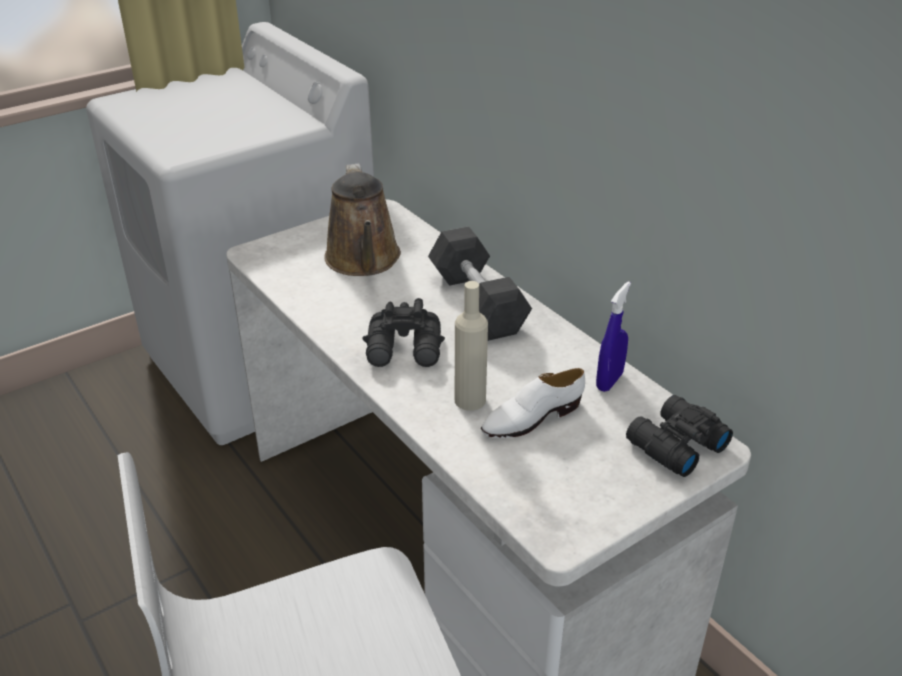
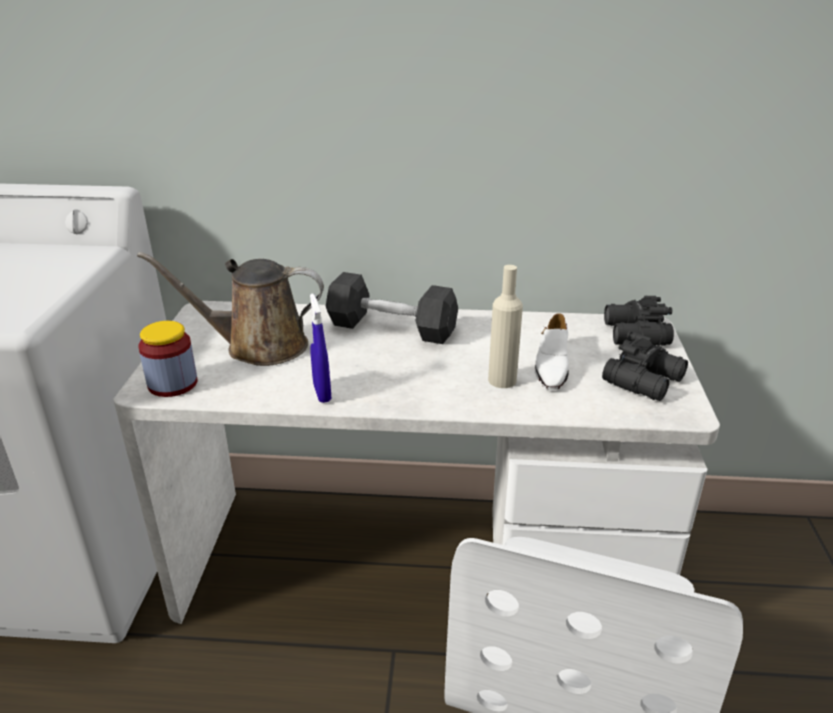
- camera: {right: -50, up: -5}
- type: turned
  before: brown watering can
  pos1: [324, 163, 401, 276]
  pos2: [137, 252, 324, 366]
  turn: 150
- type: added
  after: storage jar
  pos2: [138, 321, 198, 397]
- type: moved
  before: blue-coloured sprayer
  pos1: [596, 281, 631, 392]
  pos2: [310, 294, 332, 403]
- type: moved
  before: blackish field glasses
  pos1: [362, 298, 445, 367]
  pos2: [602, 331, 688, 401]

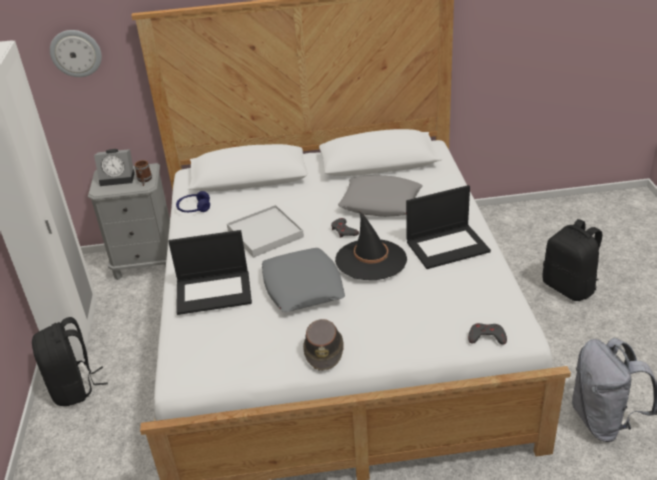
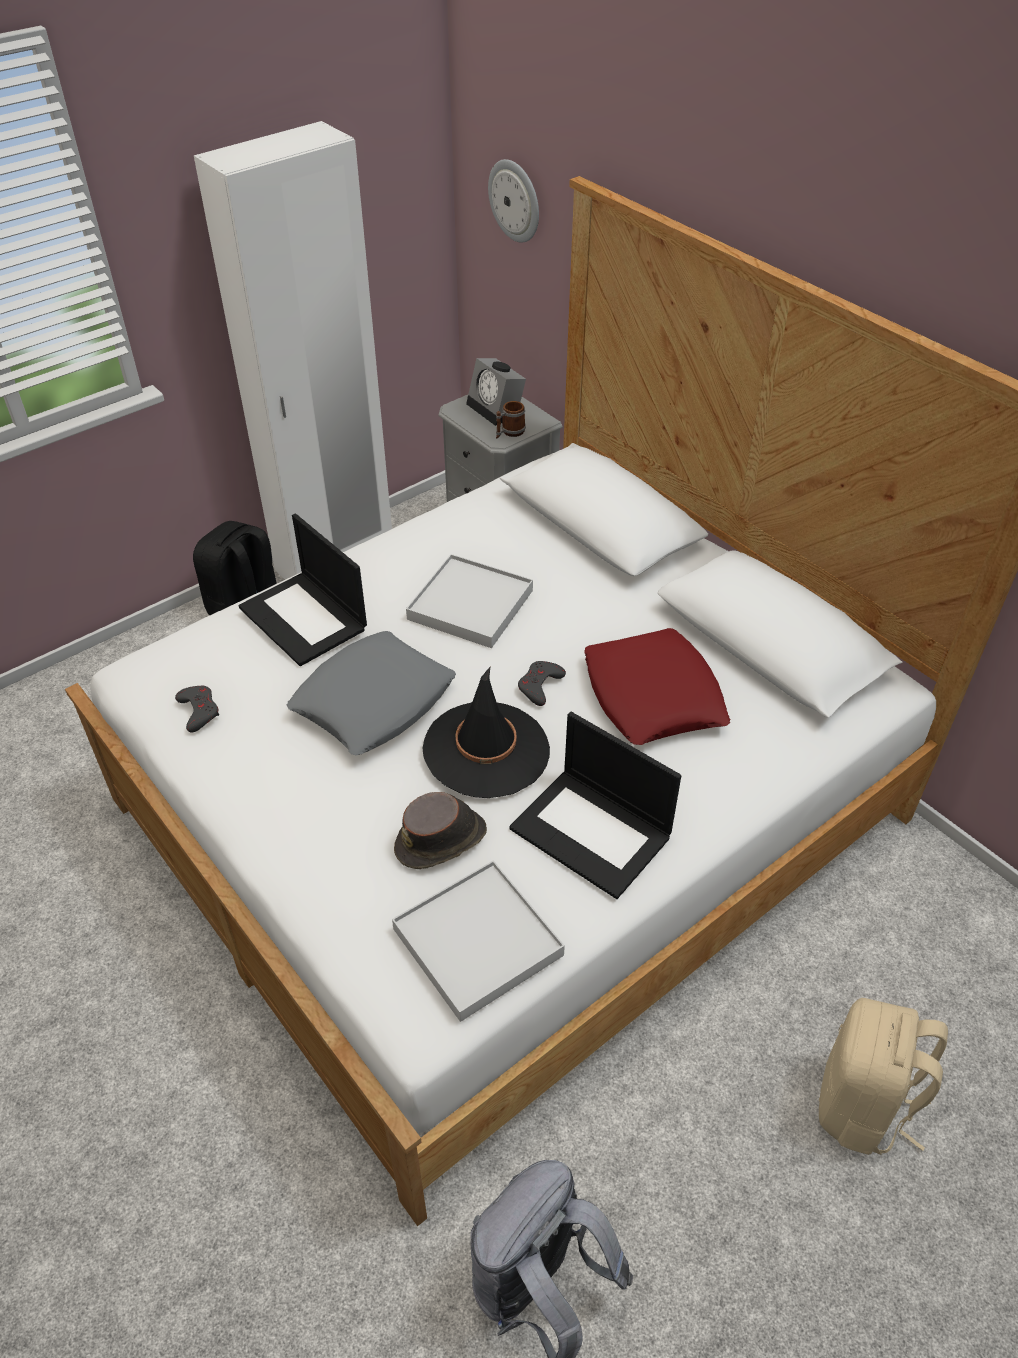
- camera: {right: 55, up: 10}
- type: moved
  before: gray gamepad
  pos1: [468, 323, 507, 344]
  pos2: [175, 686, 219, 732]
- type: added
  after: white tray
  pos2: [392, 860, 565, 1022]
- type: moved
  before: brown clothing hat
  pos1: [303, 319, 344, 371]
  pos2: [394, 792, 487, 869]
- type: recoloured
  before: gray pillow
  after: red pillow
  pos1: [338, 175, 423, 217]
  pos2: [585, 628, 730, 745]
- type: recoloured
  before: blackish knapsack
  after: beige-coloured knapsack
  pos1: [542, 219, 602, 301]
  pos2: [819, 998, 948, 1155]
- type: removed
  before: blue-coloured pair of headphones
  pos1: [176, 191, 210, 212]

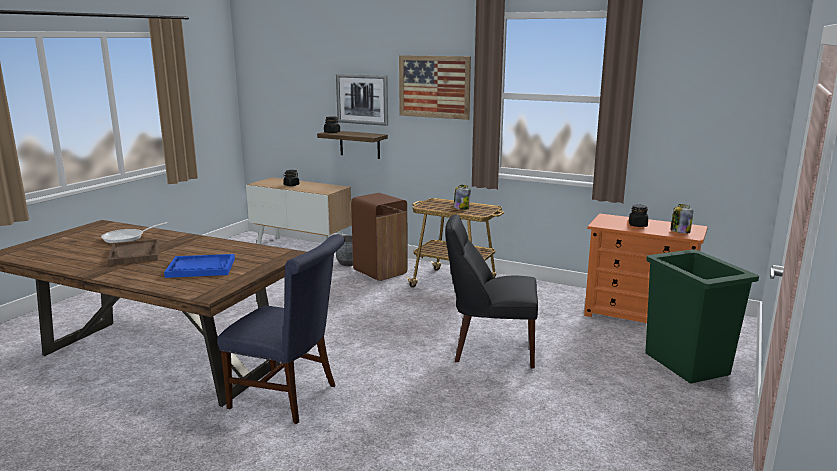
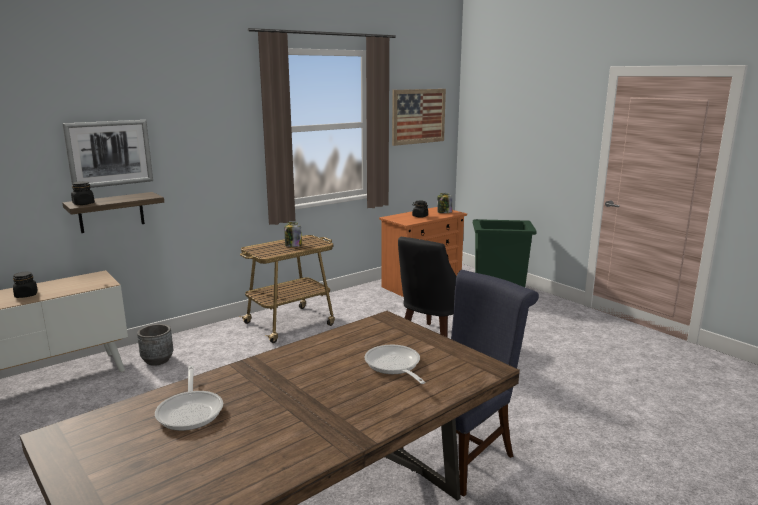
- camera: {right: -65, up: 0}
- type: replaced
  before: blue-coloured tray
  after: frying pan
  pos1: [164, 254, 235, 278]
  pos2: [364, 345, 425, 384]
- type: moved
  before: picture
  pos1: [399, 55, 471, 120]
  pos2: [392, 89, 446, 146]
- type: removed
  before: brown tray
  pos1: [108, 239, 160, 265]
- type: removed
  before: brown rubbish bin
  pos1: [351, 193, 408, 281]

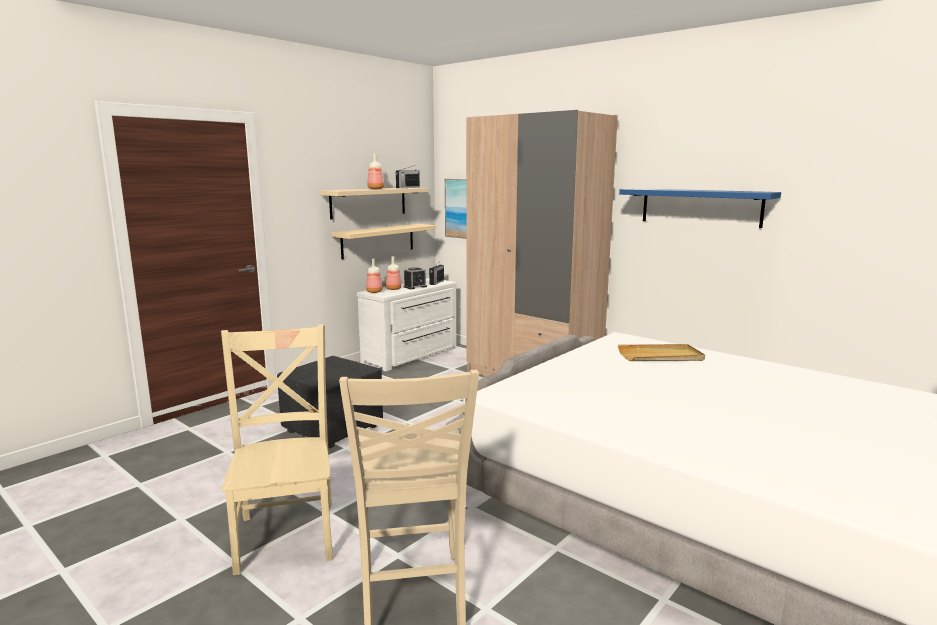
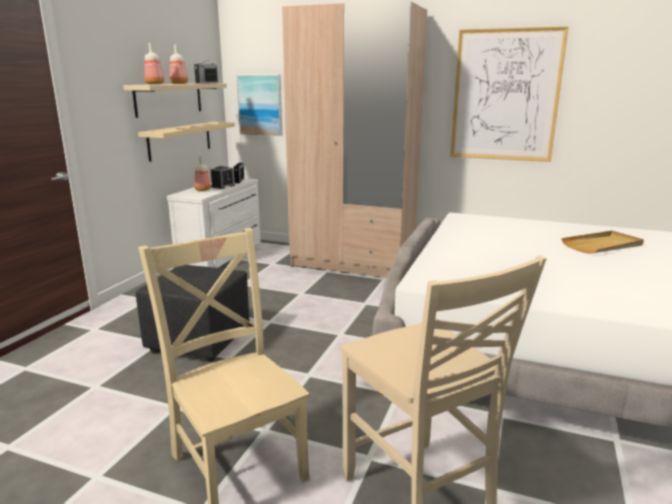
- camera: {right: -20, up: 5}
- type: moved
  before: beverage bottle
  pos1: [366, 259, 383, 293]
  pos2: [144, 43, 164, 84]
- type: replaced
  before: blue-coloured bracket shelf
  after: picture
  pos1: [619, 188, 781, 228]
  pos2: [450, 26, 569, 162]
- type: moved
  before: beige-coloured tray
  pos1: [618, 344, 705, 361]
  pos2: [561, 231, 644, 254]

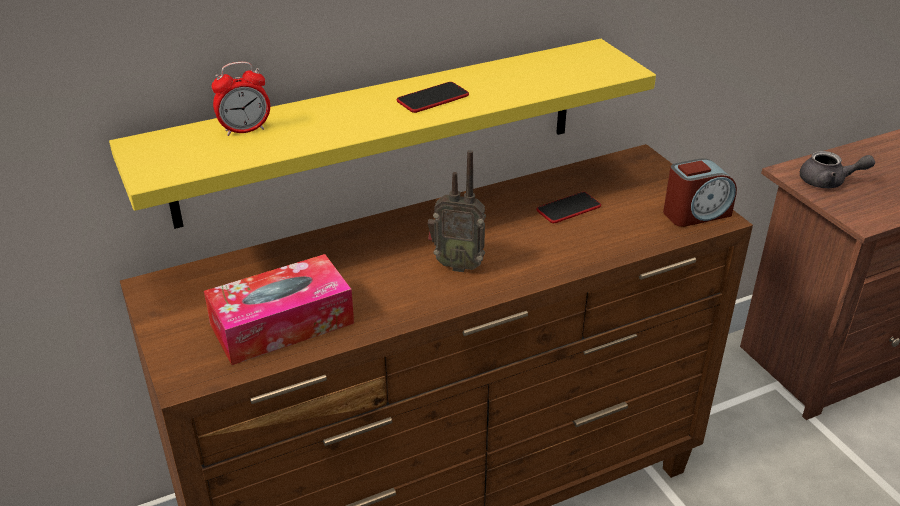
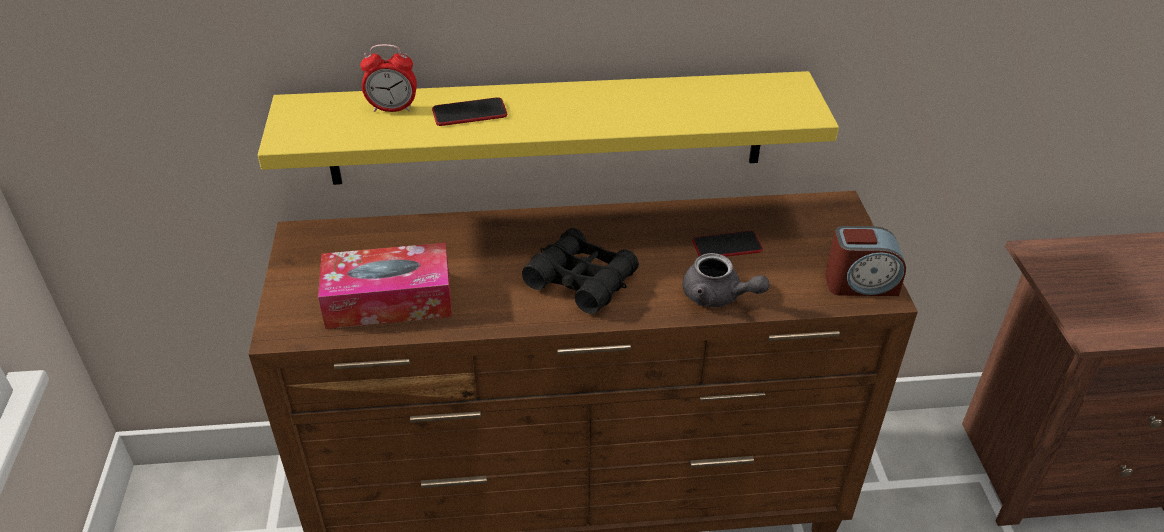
- camera: {right: 20, up: 5}
- type: moved
  before: phone
  pos1: [397, 82, 469, 113]
  pos2: [432, 97, 507, 126]
- type: replaced
  before: radio receiver
  after: blackish field glasses
  pos1: [428, 150, 486, 272]
  pos2: [522, 228, 639, 314]
- type: moved
  before: gray pot for tea
  pos1: [800, 151, 875, 188]
  pos2: [682, 253, 770, 307]

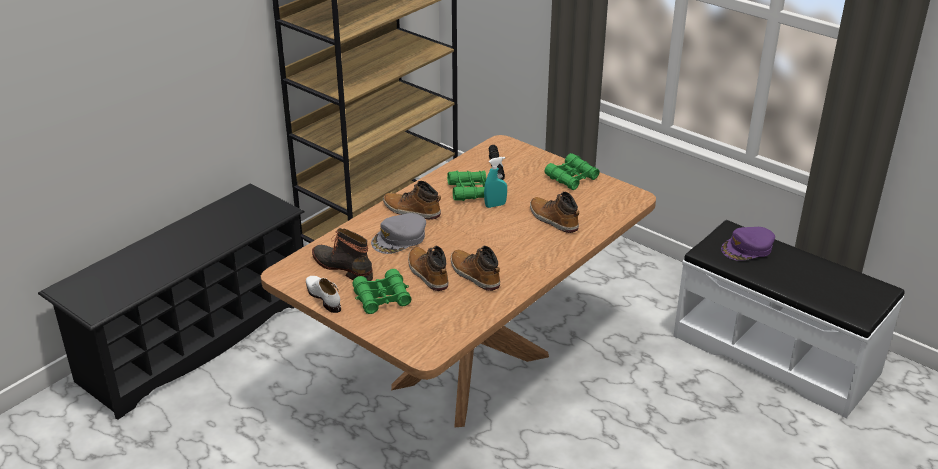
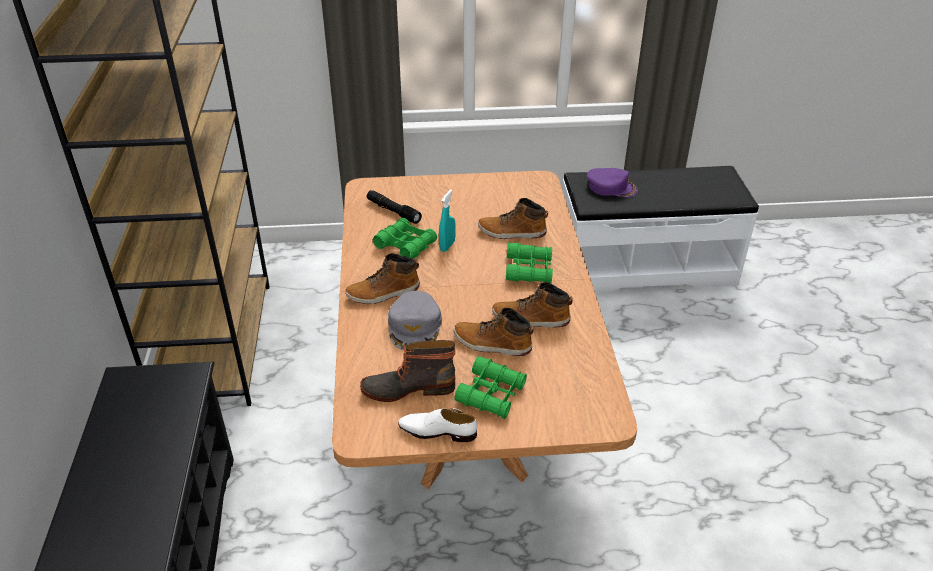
- camera: {right: -45, up: 5}
- type: moved
  before: green-coloured field glasses
  pos1: [545, 153, 600, 190]
  pos2: [506, 242, 553, 283]
- type: turned
  before: purplish peaked cap
  pos1: [721, 227, 775, 261]
  pos2: [587, 168, 638, 197]
  turn: -90

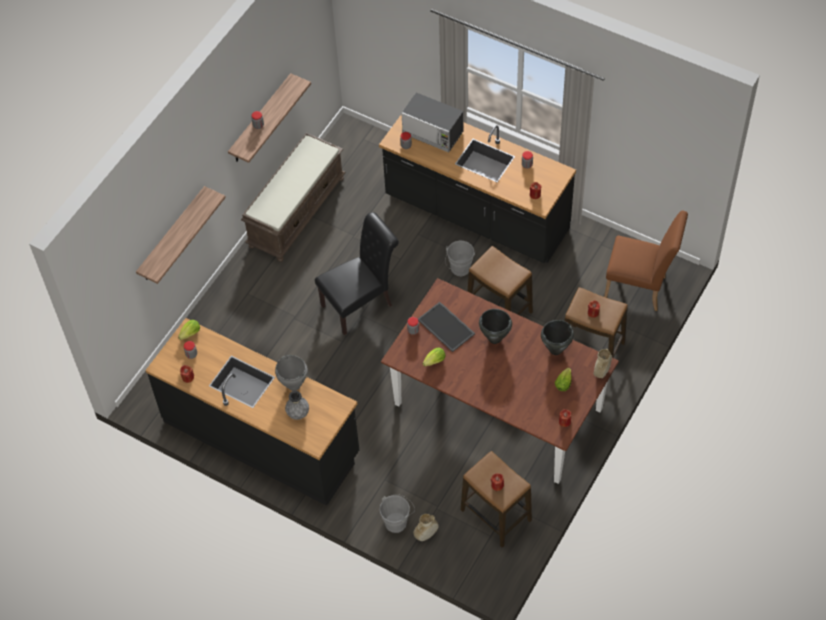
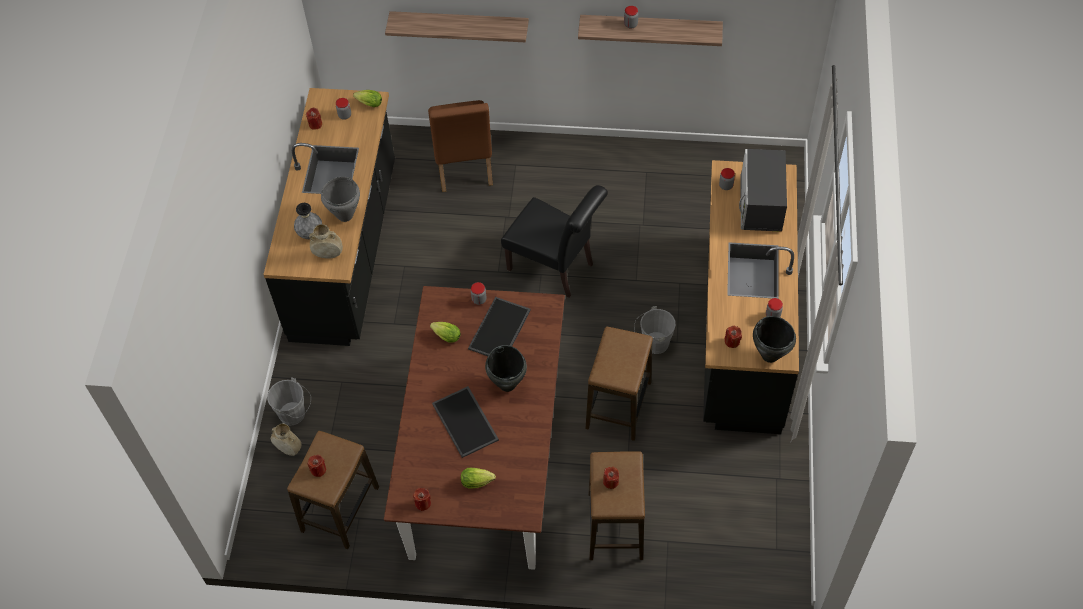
- camera: {right: 65, up: 0}
- type: moved
  before: beige-coloured vase
  pos1: [594, 349, 612, 378]
  pos2: [309, 224, 343, 259]
- type: moved
  before: brown chair
  pos1: [604, 210, 688, 311]
  pos2: [428, 100, 493, 192]
- type: added
  after: tray
  pos2: [432, 386, 499, 458]
- type: moved
  before: blackish cooking pot
  pos1: [541, 320, 574, 355]
  pos2: [753, 316, 796, 363]
- type: removed
  before: brown indoor bench
  pos1: [241, 133, 346, 262]

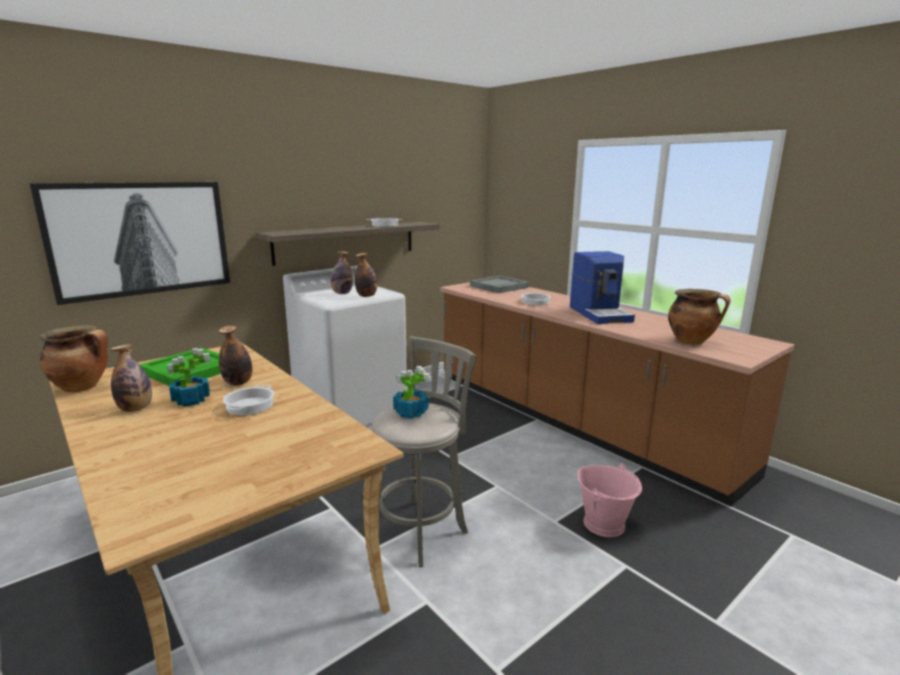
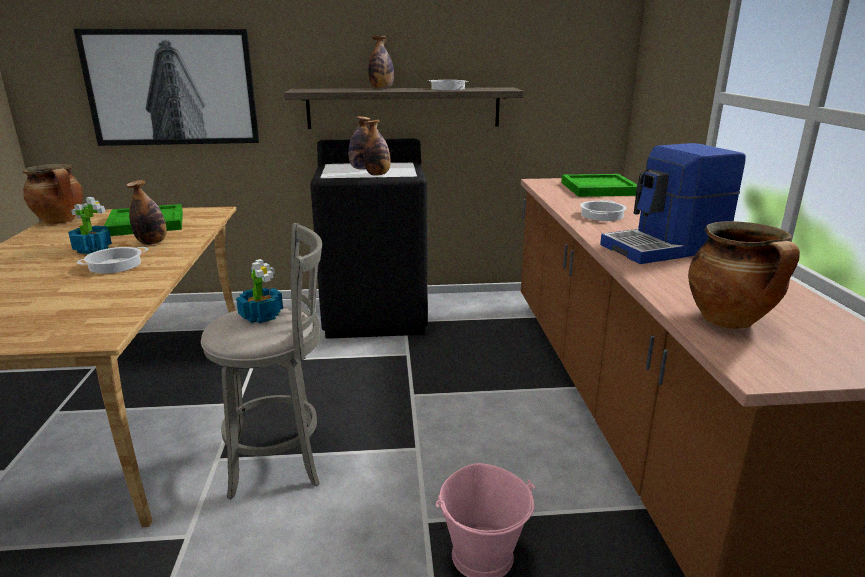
- camera: {right: 35, up: 5}
- type: recoloured
  before: white laundry appliance
  after: blackish laundry appliance
  pos1: [283, 265, 407, 430]
  pos2: [310, 138, 428, 339]
- type: moved
  before: beverage bottle
  pos1: [110, 344, 152, 412]
  pos2: [368, 36, 394, 89]
- type: recoloured
  before: gray tray
  after: green-coloured tray
  pos1: [470, 276, 529, 293]
  pos2: [561, 174, 637, 197]
- type: turned
  before: coffee maker
  pos1: [570, 251, 635, 324]
  pos2: [600, 143, 746, 264]
  turn: 45

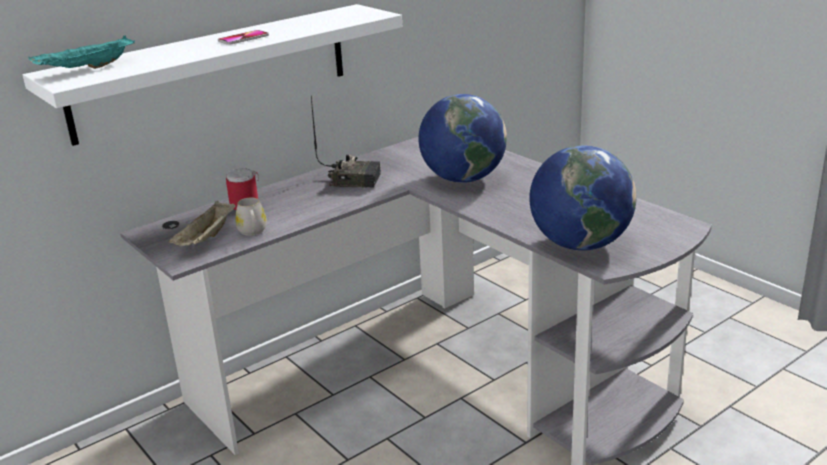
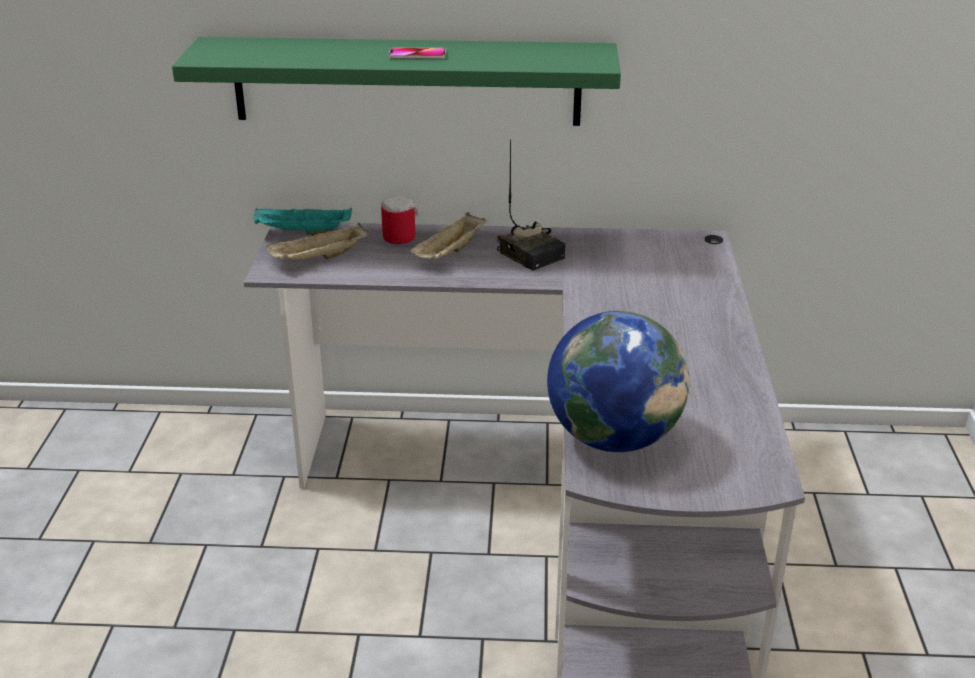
- camera: {right: 40, up: 5}
- type: recoloured
  before: white bracket shelf
  after: green-coloured bracket shelf
  pos1: [23, 4, 402, 146]
  pos2: [172, 37, 621, 126]
- type: moved
  before: turquoise tray
  pos1: [28, 35, 135, 69]
  pos2: [254, 208, 352, 235]
- type: added
  after: beige-coloured tray
  pos2: [410, 212, 486, 259]
- type: removed
  before: white coffee mug
  pos1: [235, 198, 267, 236]
- type: removed
  before: desk globe
  pos1: [419, 94, 507, 183]

